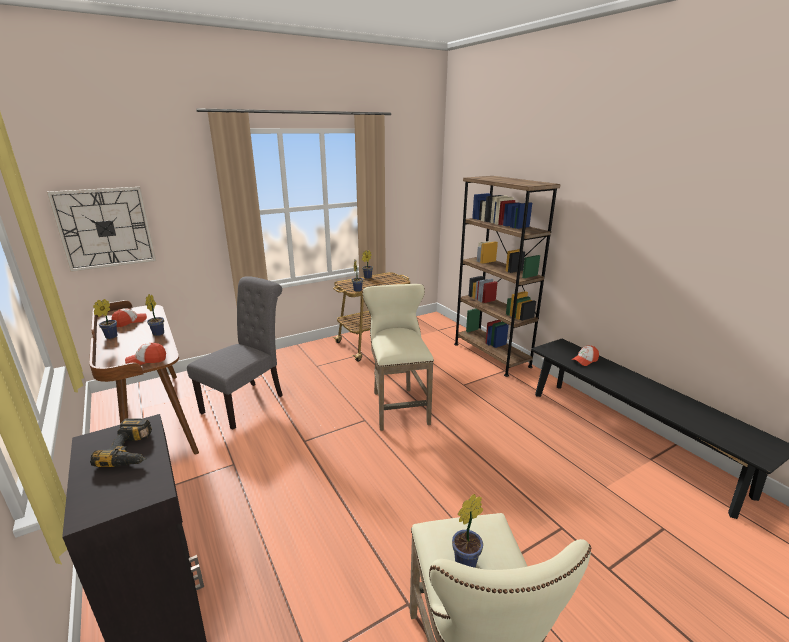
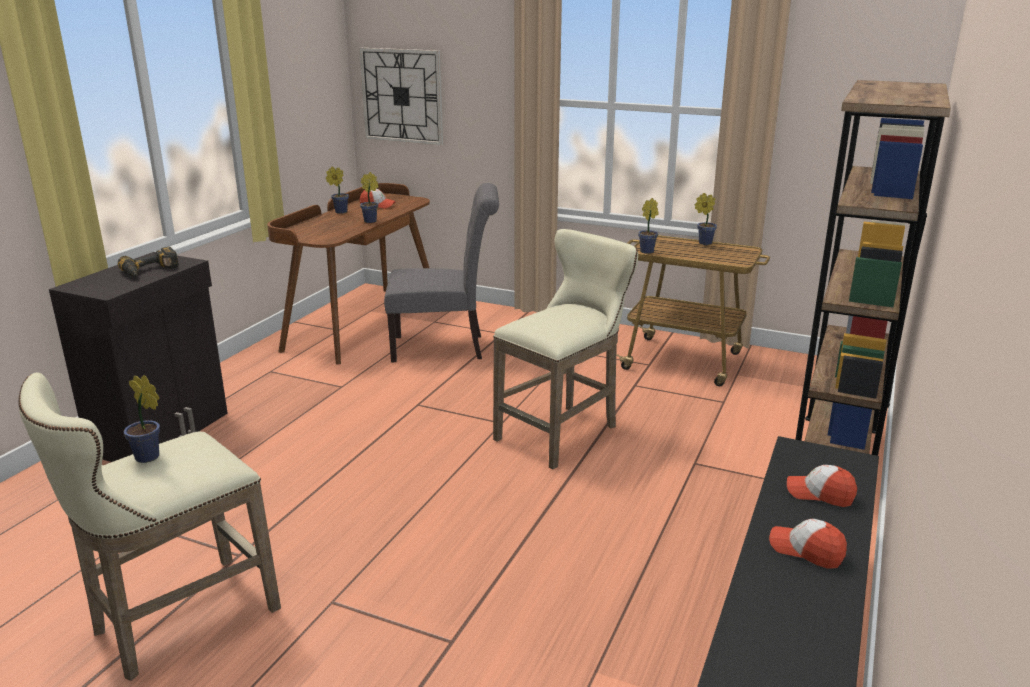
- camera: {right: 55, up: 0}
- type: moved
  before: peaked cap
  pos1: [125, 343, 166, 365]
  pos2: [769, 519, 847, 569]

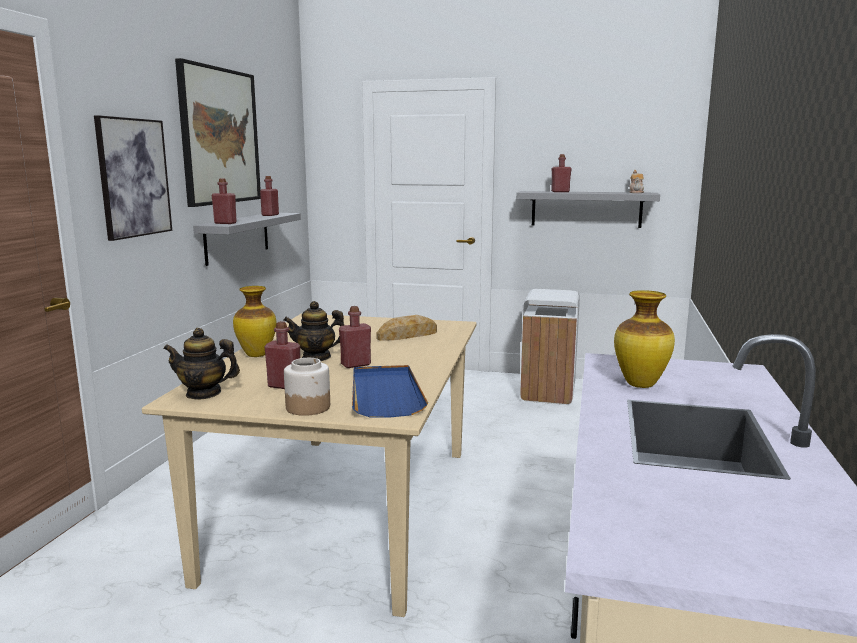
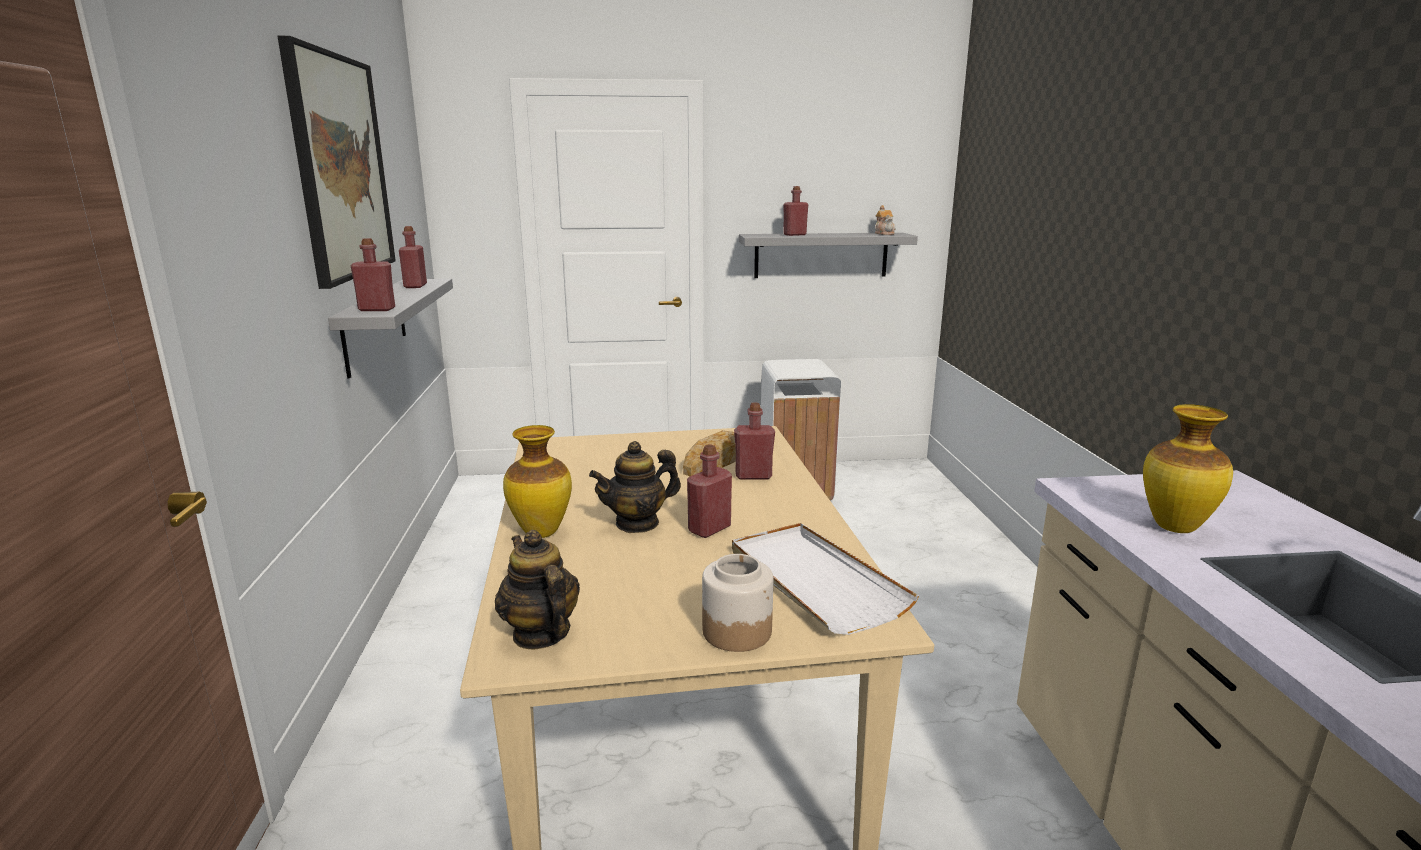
- camera: {right: -20, up: 5}
- type: turned
  before: pot for tea
  pos1: [163, 328, 240, 400]
  pos2: [495, 530, 580, 649]
  turn: 75
- type: recoloured
  before: blue-coloured tray
  after: white tray
  pos1: [352, 365, 428, 417]
  pos2: [732, 523, 919, 635]
- type: moved
  before: red beverage bottle
  pos1: [264, 321, 300, 389]
  pos2: [734, 403, 775, 480]
- type: removed
  before: picture
  pos1: [94, 115, 172, 241]

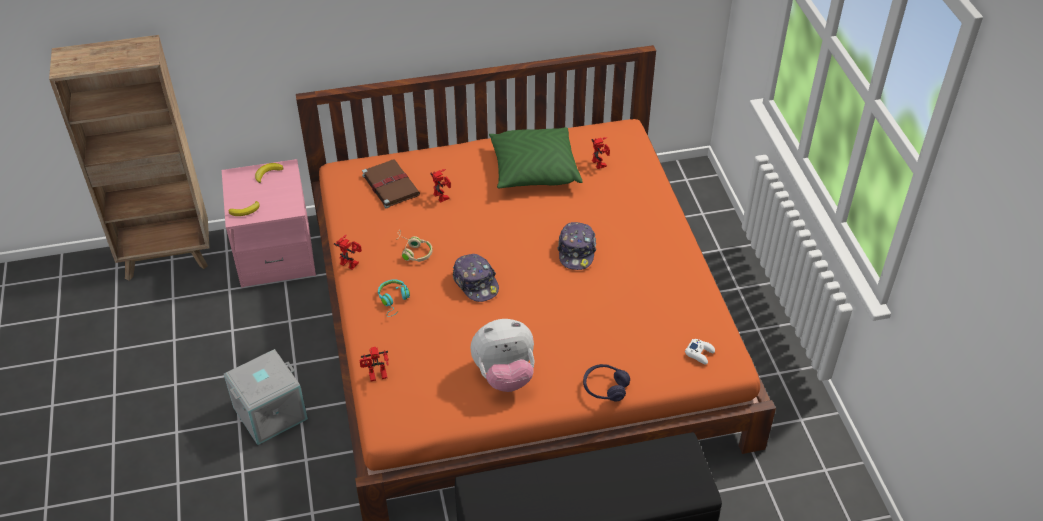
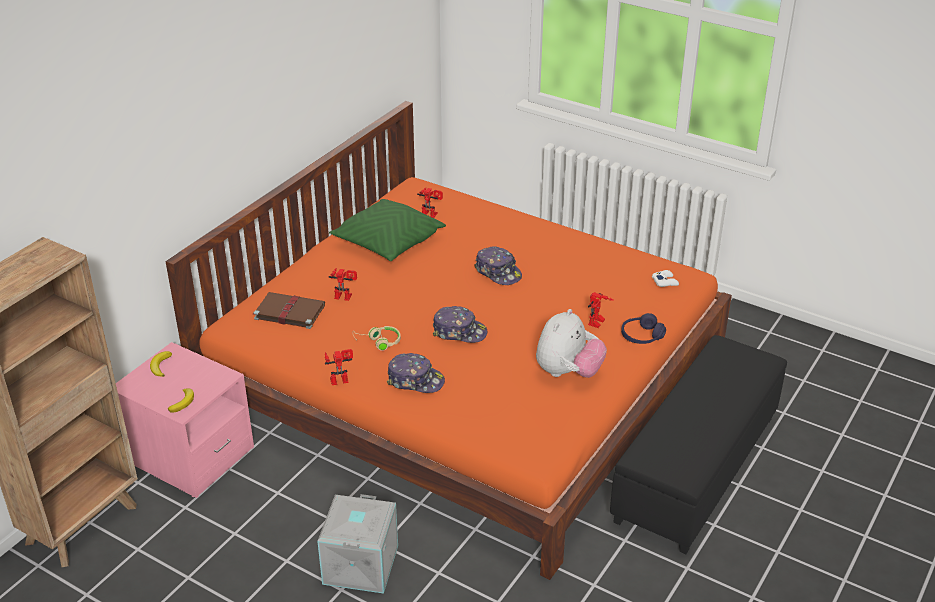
- camera: {right: -45, up: -10}
- type: replaced
  before: turquoise pair of headphones
  after: peaked cap
  pos1: [378, 279, 410, 317]
  pos2: [387, 353, 445, 393]
- type: moved
  before: toy robot
  pos1: [360, 347, 388, 381]
  pos2: [588, 293, 614, 328]

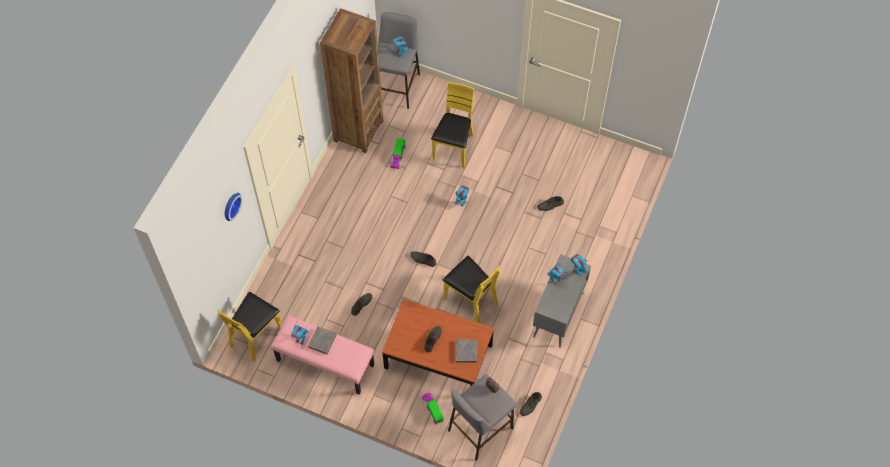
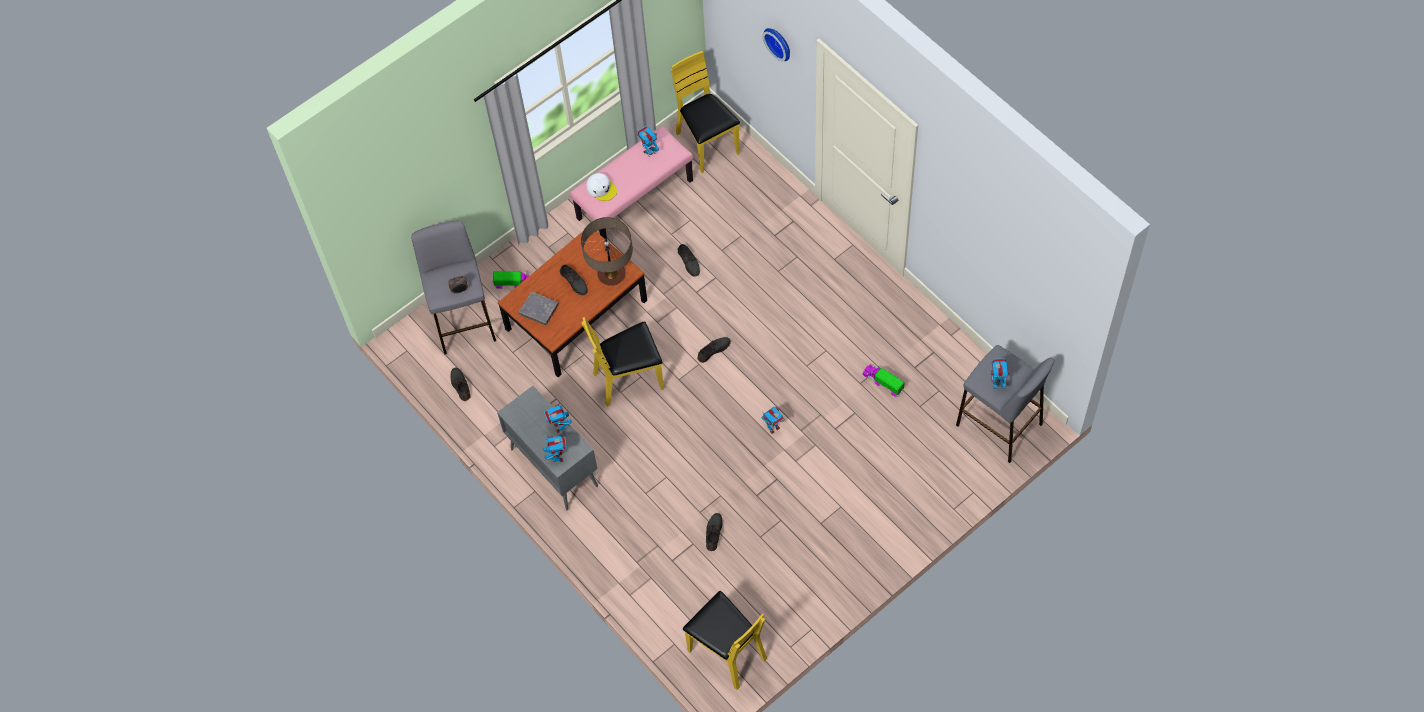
- camera: {right: 120, up: 0}
- type: added
  after: lamp for a table
  pos2: [581, 217, 633, 286]
- type: added
  after: white peaked cap
  pos2: [586, 173, 617, 201]
- type: moved
  before: yellow-coloured chair
  pos1: [431, 82, 474, 168]
  pos2: [683, 591, 767, 690]
- type: removed
  before: gray volume
  pos1: [308, 326, 337, 354]
- type: removed
  before: brown shelving unit
  pos1: [320, 8, 384, 153]

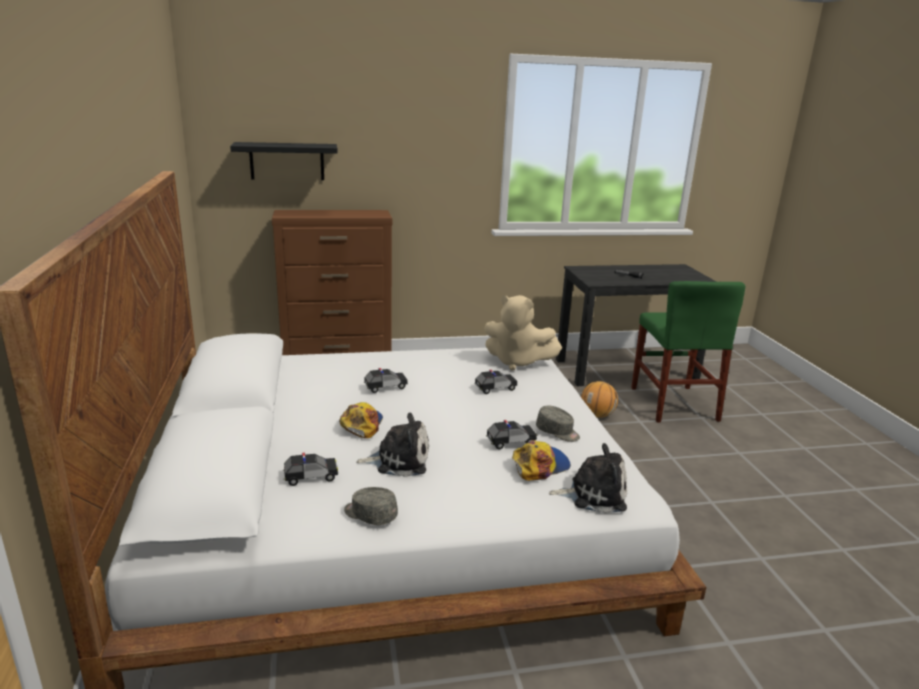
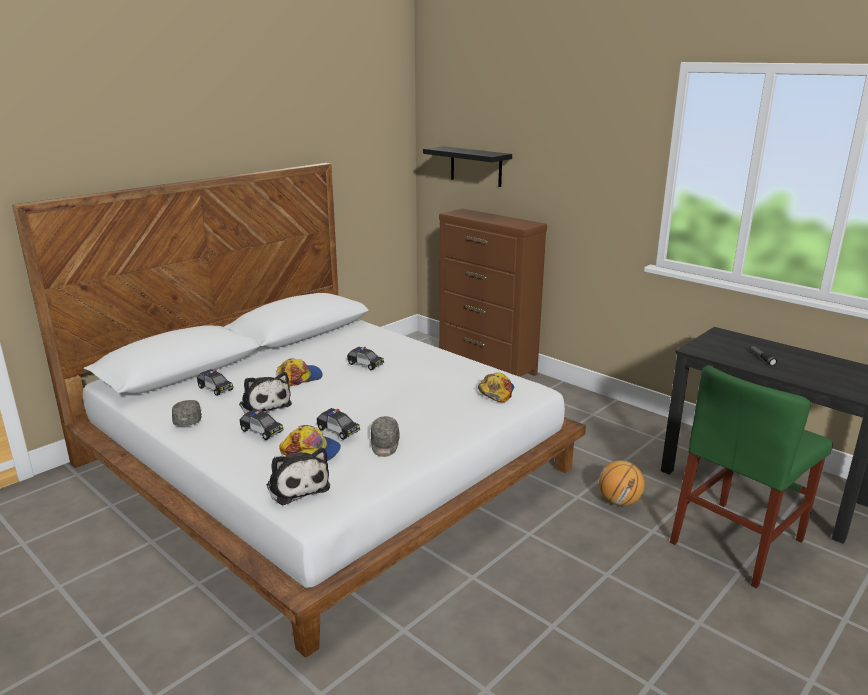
- camera: {right: 55, up: 0}
- type: moved
  before: miniature car
  pos1: [474, 370, 517, 394]
  pos2: [240, 409, 284, 440]
- type: replaced
  before: beige-coloured cuddly toy
  after: peaked cap
  pos1: [484, 295, 562, 371]
  pos2: [478, 372, 514, 402]

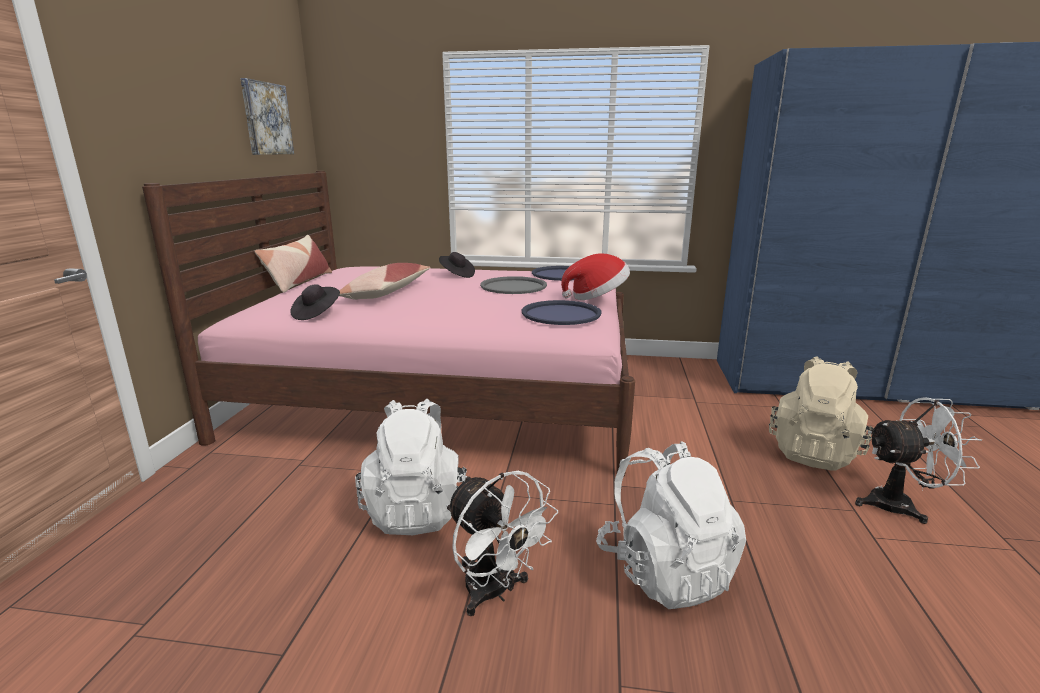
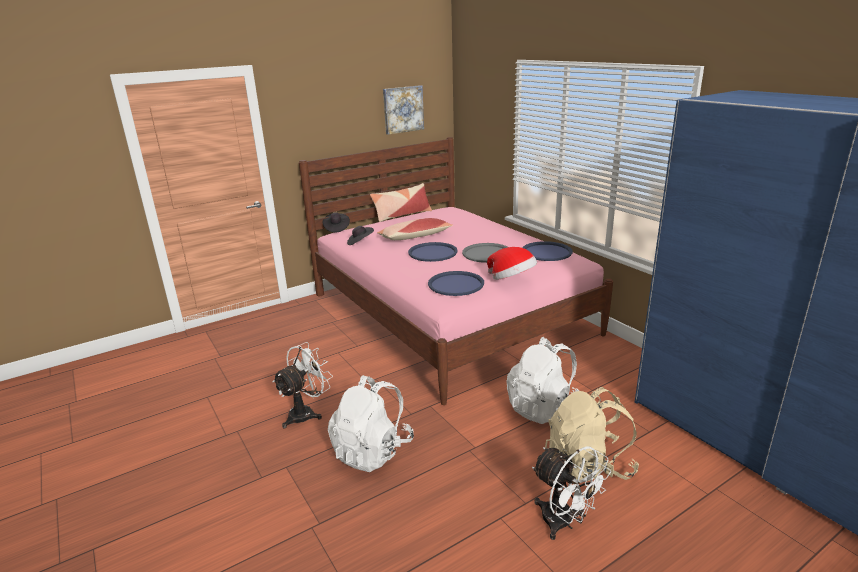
- camera: {right: 50, up: 5}
- type: turned
  before: white fan
  pos1: [446, 471, 558, 616]
  pos2: [272, 342, 333, 428]
  turn: -150
- type: moved
  before: blackish clothing hat
  pos1: [439, 252, 475, 278]
  pos2: [323, 212, 350, 233]
- type: added
  after: blue-coloured tray
  pos2: [408, 242, 458, 262]
- type: moved
  before: white knapsack
  pos1: [355, 399, 467, 535]
  pos2: [506, 337, 579, 424]

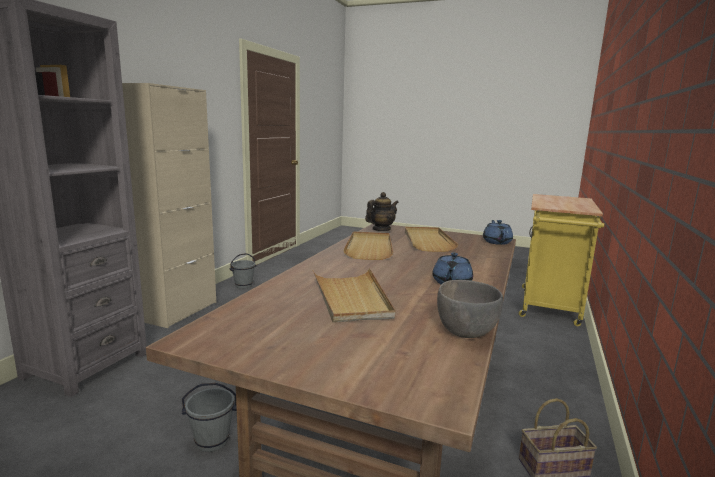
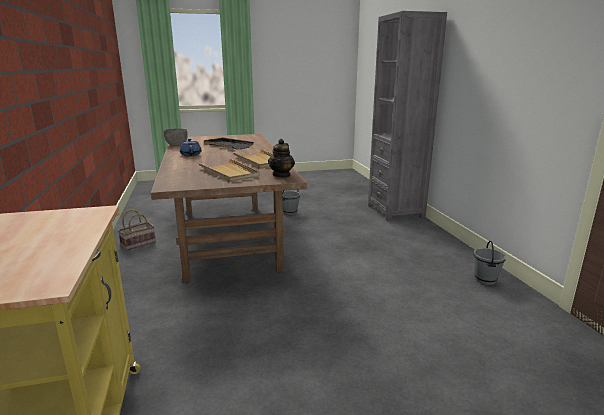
- camera: {right: 145, up: 5}
- type: recoloured
  before: beige-coloured tray
  after: blackish tray
  pos1: [313, 268, 395, 323]
  pos2: [204, 137, 254, 150]
- type: removed
  before: beige-coloured cupboard
  pos1: [122, 83, 216, 328]
- type: removed
  before: blue-coloured pot for tea
  pos1: [483, 220, 513, 245]

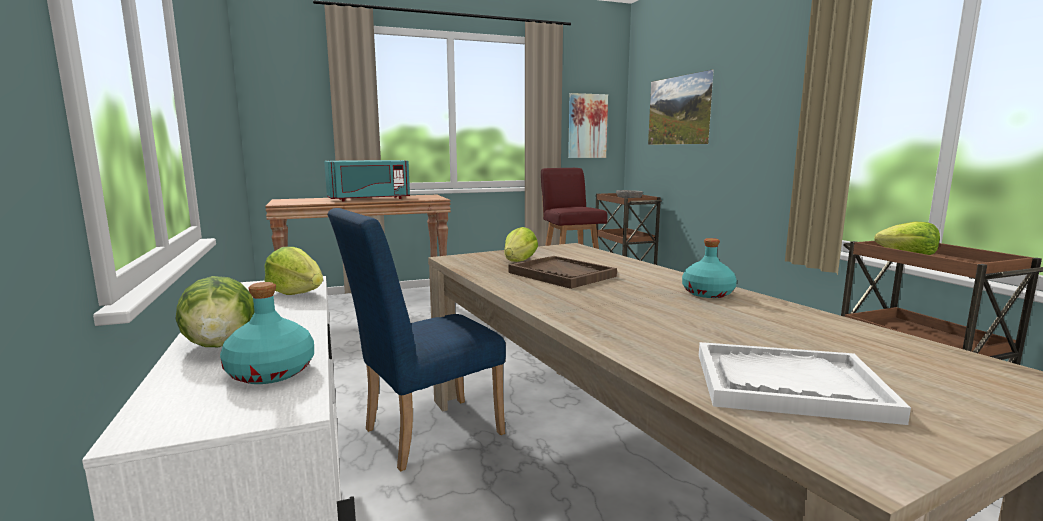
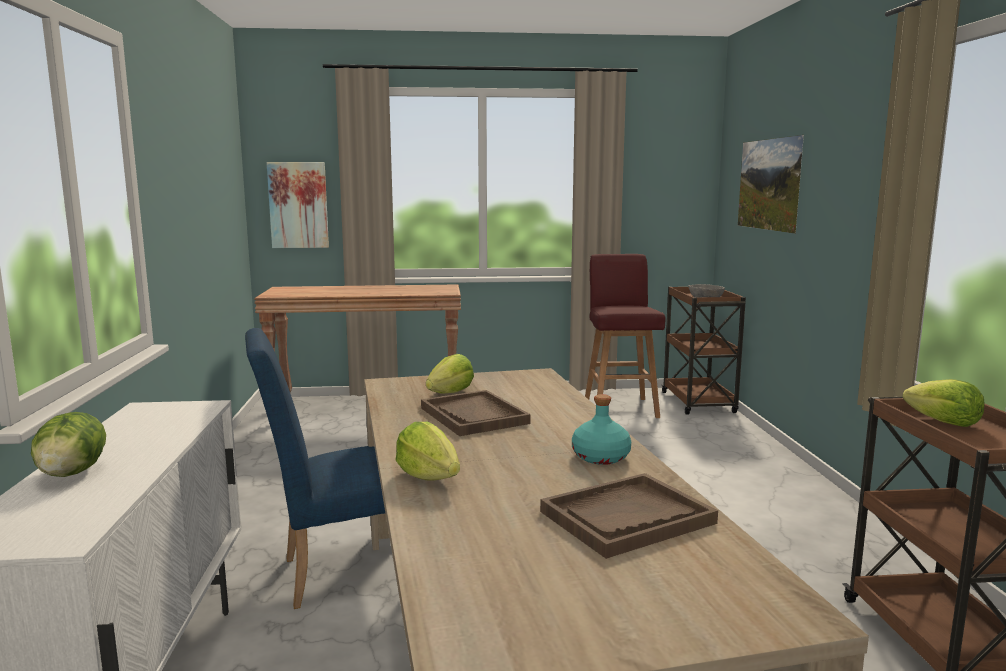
- camera: {right: 15, up: 0}
- type: moved
  before: picture
  pos1: [568, 93, 608, 158]
  pos2: [267, 162, 329, 248]
- type: moved
  before: lettuce
  pos1: [264, 247, 323, 295]
  pos2: [396, 422, 460, 481]
- type: added
  after: brown tray
  pos2: [540, 473, 718, 559]
- type: removed
  before: turquoise beverage bottle
  pos1: [220, 282, 314, 384]
- type: removed
  before: turquoise kitchen microwave
  pos1: [324, 160, 410, 201]
- type: removed
  before: white tray
  pos1: [699, 342, 911, 425]

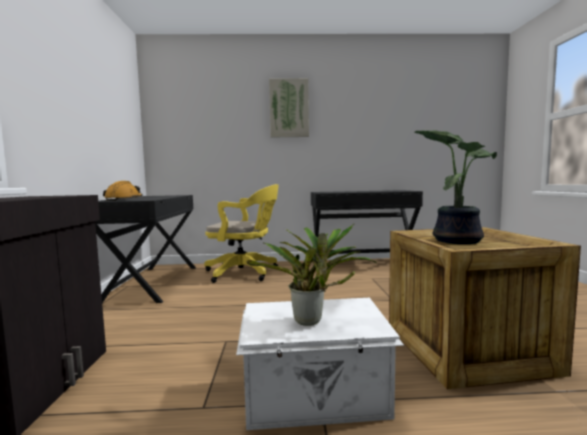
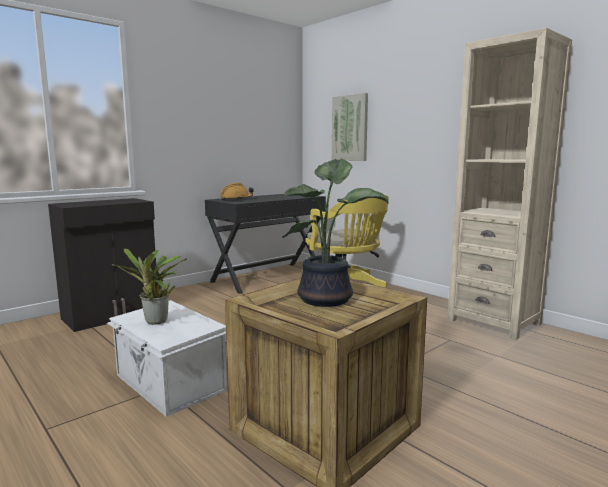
- camera: {right: 50, up: 5}
- type: moved
  before: picture
  pos1: [269, 78, 309, 138]
  pos2: [332, 93, 368, 161]
- type: replaced
  before: blackish desk table
  after: beige-coloured shelving unit
  pos1: [311, 190, 423, 259]
  pos2: [447, 28, 572, 340]

